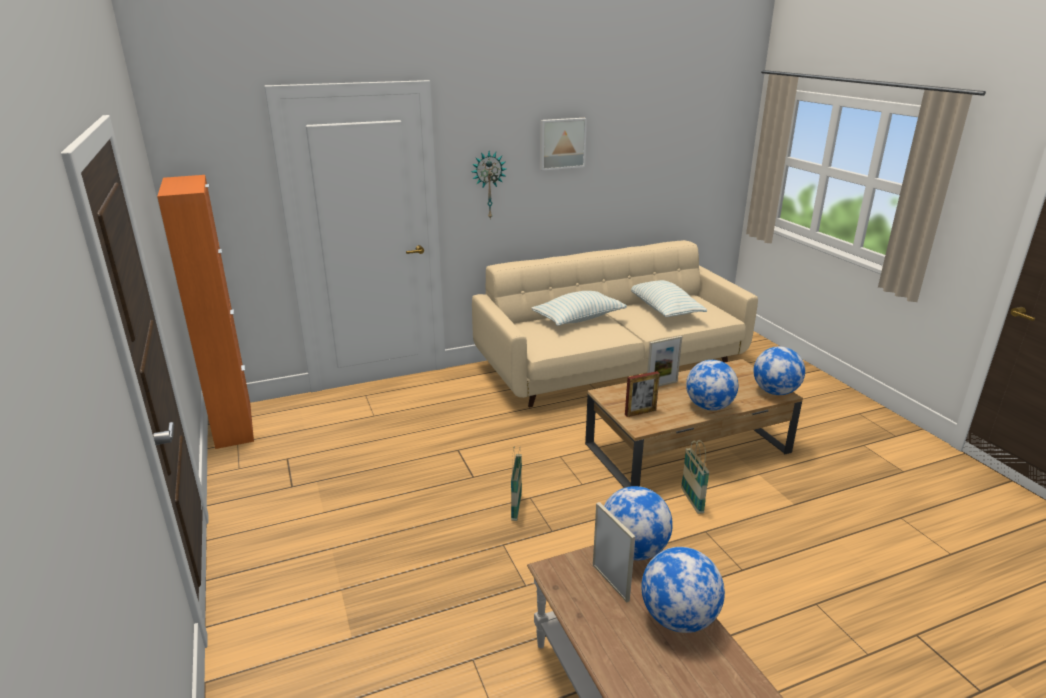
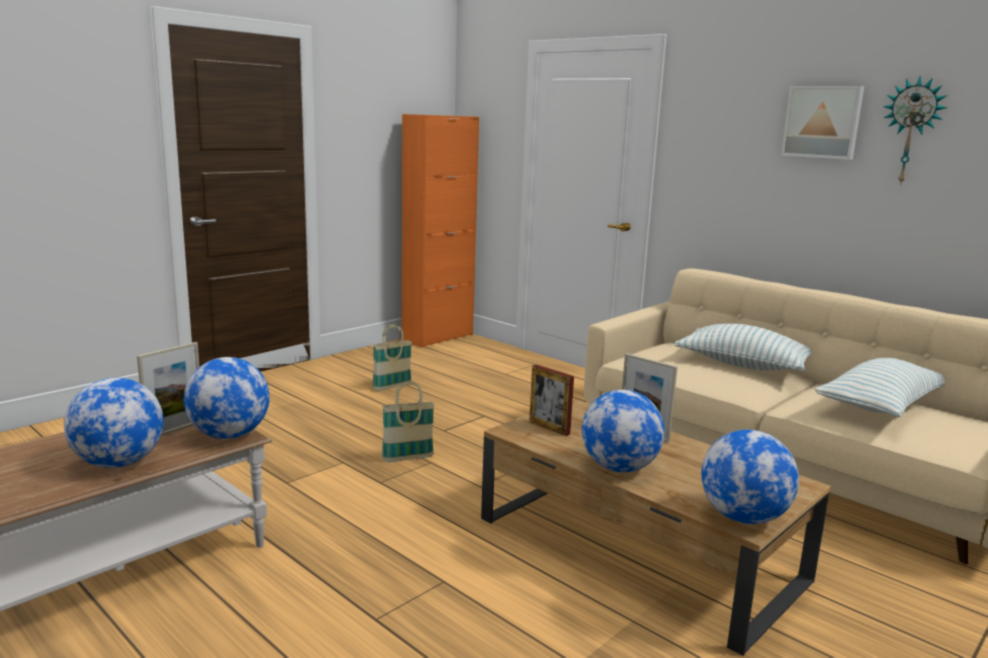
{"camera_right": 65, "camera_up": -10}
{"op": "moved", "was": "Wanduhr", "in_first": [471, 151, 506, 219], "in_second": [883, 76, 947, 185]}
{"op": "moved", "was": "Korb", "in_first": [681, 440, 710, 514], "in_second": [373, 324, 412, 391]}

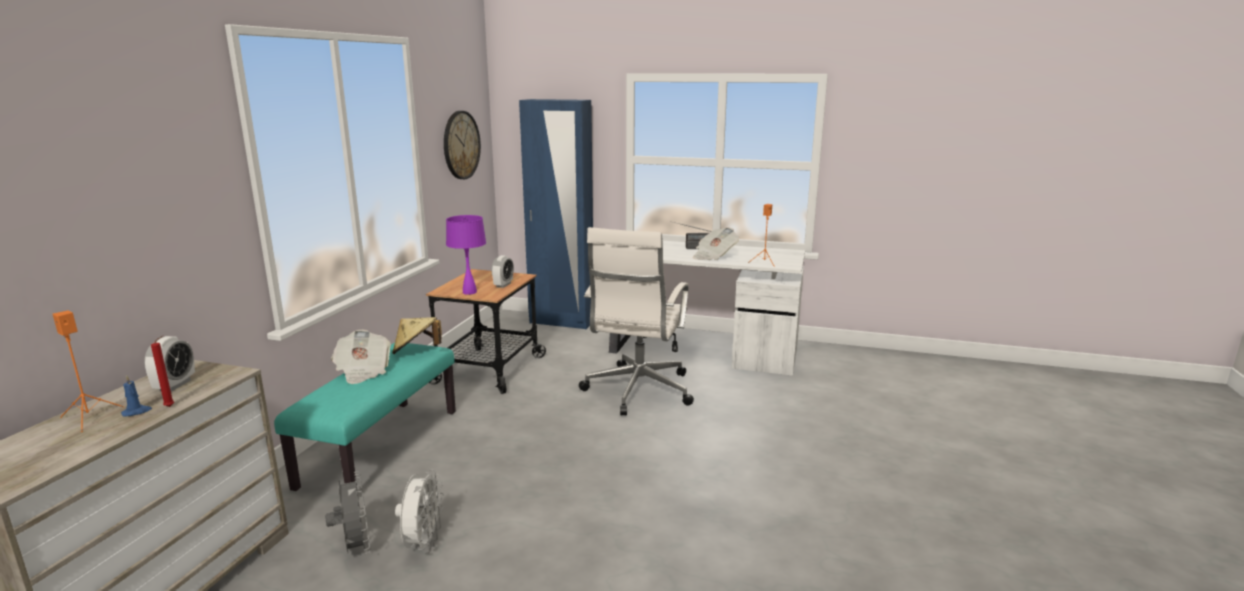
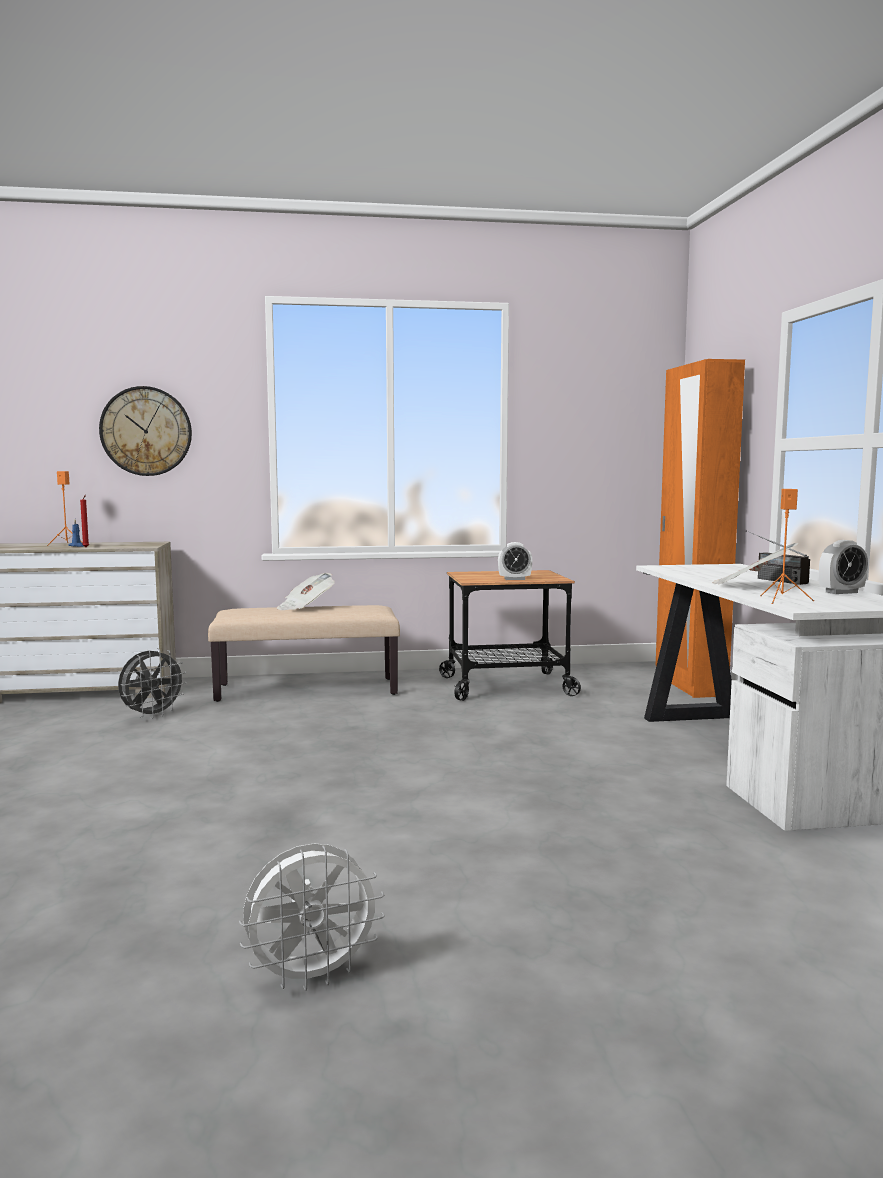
{"camera_right": 65, "camera_up": -10}
{"op": "removed", "was": "Hut/beige", "in_first": [392, 317, 442, 354]}
{"op": "removed", "was": "Tischlampe/lila", "in_first": [446, 215, 486, 295]}
{"op": "removed", "was": "Bürostuhl/weiß", "in_first": [579, 227, 694, 415]}
{"op": "moved", "was": "Wecker", "in_first": [144, 336, 195, 392], "in_second": [819, 540, 868, 594]}
{"op": "moved", "was": "Ventilator/weiß", "in_first": [395, 469, 444, 553], "in_second": [239, 843, 385, 991]}
{"op": "moved", "was": "Wanduhr", "in_first": [444, 111, 481, 179], "in_second": [99, 386, 192, 476]}
{"op": "recoloured", "was": "Bank/türkis", "now": "Bank/beige", "in_first": [274, 343, 456, 491], "in_second": [208, 605, 400, 702]}
{"op": "recoloured", "was": "Kleiderschrank/blau", "now": "Kleiderschrank/orange", "in_first": [519, 99, 593, 329], "in_second": [656, 359, 745, 698]}

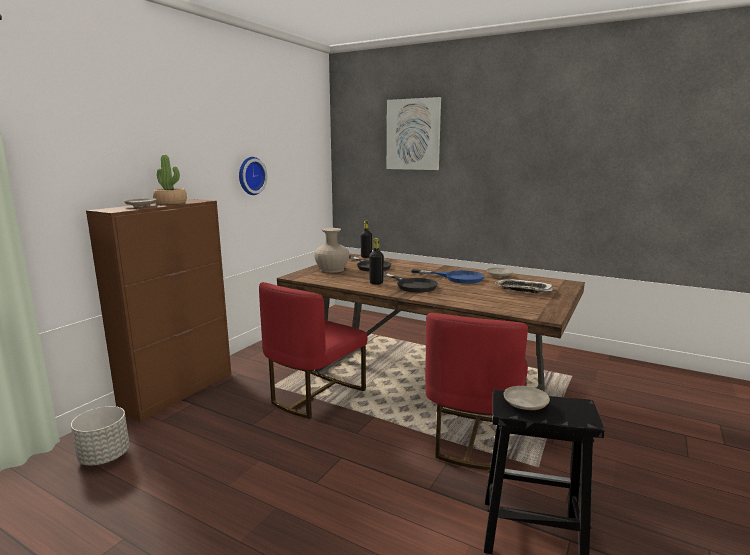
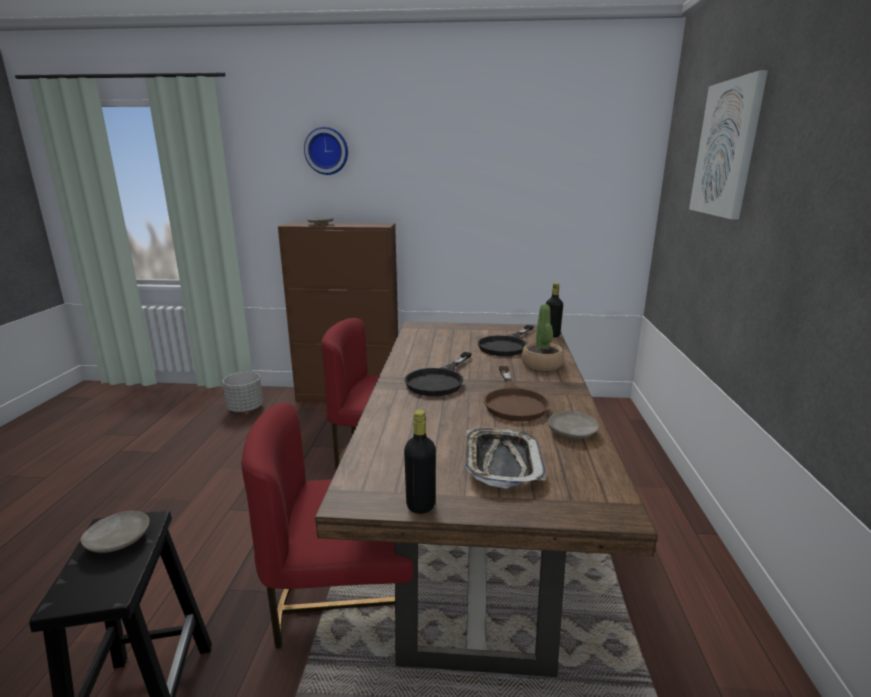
{"camera_right": 65, "camera_up": 5}
{"op": "removed", "was": "Vase/beige", "in_first": [314, 228, 349, 273]}
{"op": "moved", "was": "Topfpflanze", "in_first": [153, 155, 187, 204], "in_second": [522, 304, 564, 371]}
{"op": "moved", "was": "Wanduhr", "in_first": [239, 157, 267, 195], "in_second": [304, 127, 348, 175]}
{"op": "moved", "was": "Flasche/schwarz", "in_first": [369, 238, 384, 285], "in_second": [404, 410, 436, 514]}
{"op": "recoloured", "was": "Pfanne/blau", "now": "Pfanne/braun", "in_first": [411, 269, 484, 284], "in_second": [484, 366, 549, 422]}

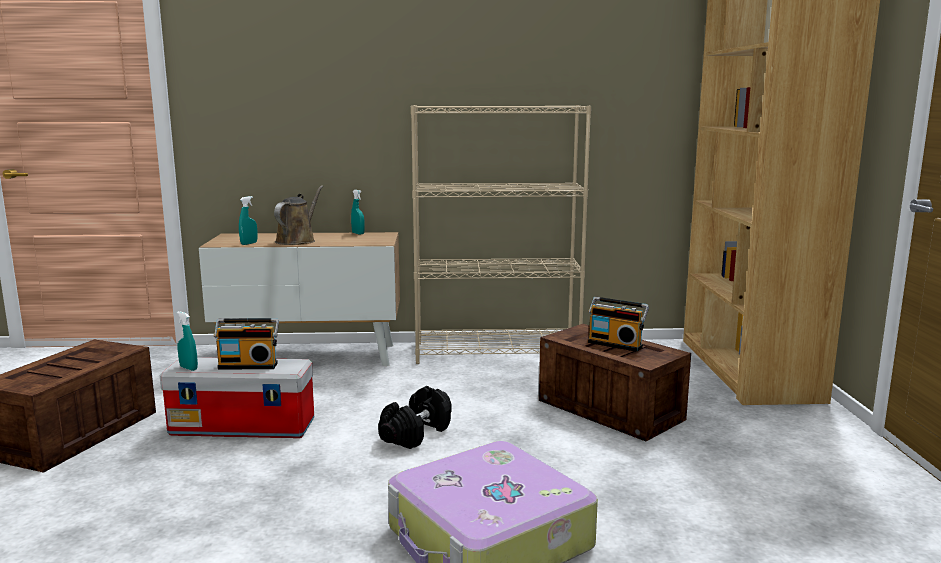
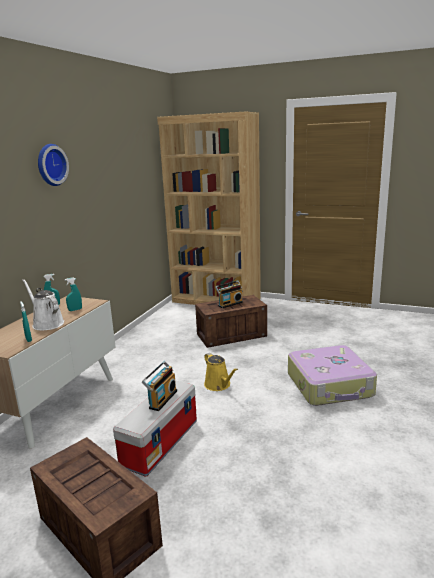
{"camera_right": -65, "camera_up": 5}
{"op": "removed", "was": "Bücherregal/beige", "in_first": [411, 105, 591, 364]}
{"op": "added", "now": "Wanduhr", "in_second": [38, 144, 69, 186]}
{"op": "moved", "was": "Sprühflasche/türkis", "in_first": [177, 311, 198, 371], "in_second": [65, 278, 82, 311]}
{"op": "replaced", "was": "Hantel/schwarz", "now": "Gießkanne/gelb", "in_first": [378, 386, 451, 449], "in_second": [204, 353, 238, 391]}
{"op": "recoloured", "was": "Gießkanne/braun", "now": "Gießkanne/weiß", "in_first": [274, 185, 323, 245], "in_second": [23, 279, 64, 330]}

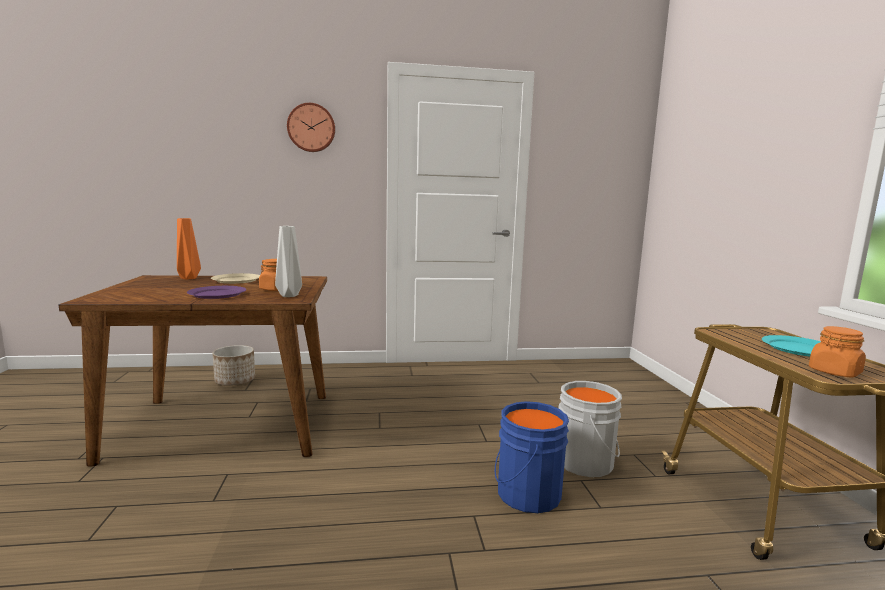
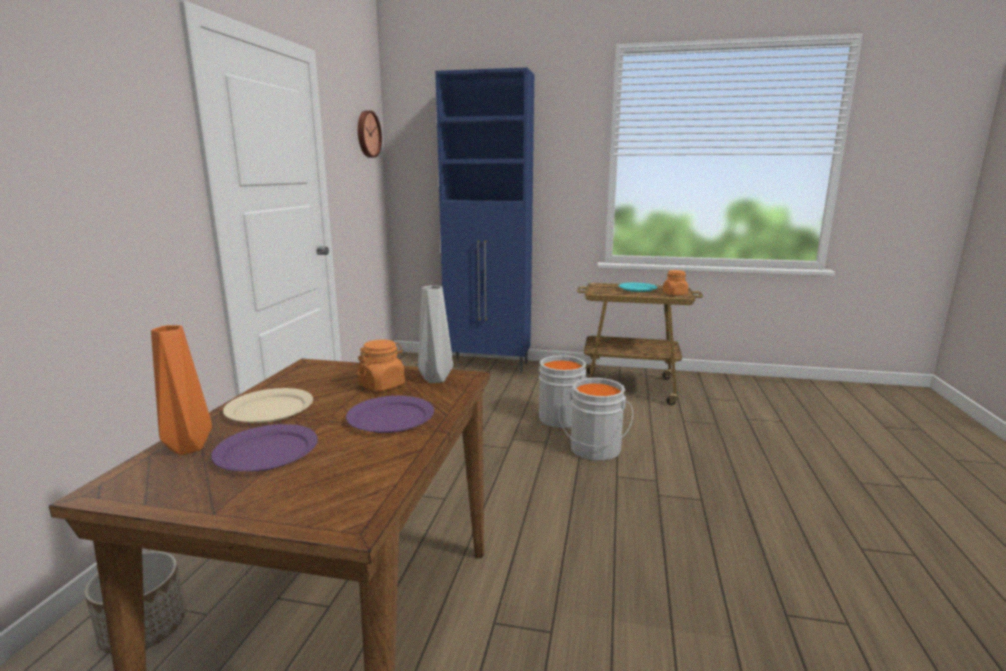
{"camera_right": -70, "camera_up": 5}
{"op": "added", "now": "Teller/lila", "in_second": [211, 424, 318, 472]}
{"op": "added", "now": "Schrank/blau", "in_second": [435, 67, 534, 374]}
{"op": "moved", "was": "Wanduhr", "in_first": [287, 103, 335, 152], "in_second": [358, 110, 382, 158]}
{"op": "recoloured", "was": "Eimer/blau", "now": "Eimer/grau", "in_first": [495, 401, 569, 513], "in_second": [558, 378, 633, 461]}

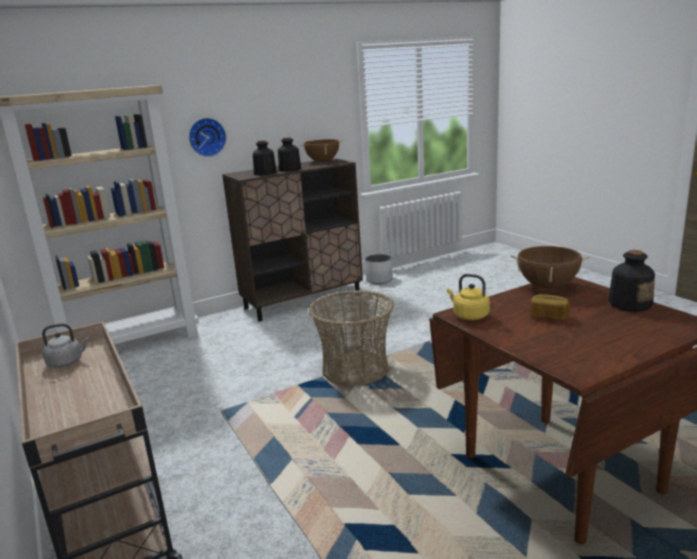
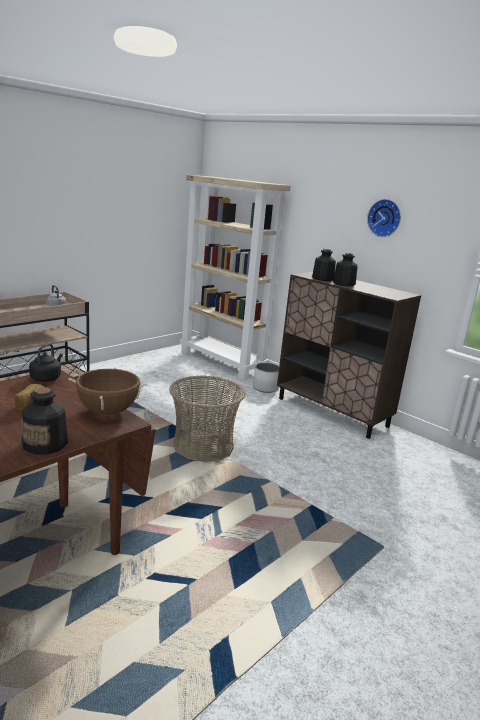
{"camera_right": 70, "camera_up": 0}
{"op": "removed", "was": "Kochtopf/braun", "in_first": [300, 139, 343, 162]}
{"op": "moved", "was": "Wanduhr", "in_first": [189, 118, 227, 157], "in_second": [367, 199, 401, 237]}
{"op": "moved", "was": "Pflanzkübel/weiß", "in_first": [365, 254, 393, 284], "in_second": [253, 363, 279, 393]}
{"op": "recoloured", "was": "Wasserkessel/gelb", "now": "Wasserkessel/schwarz", "in_first": [447, 274, 490, 320], "in_second": [29, 343, 63, 382]}

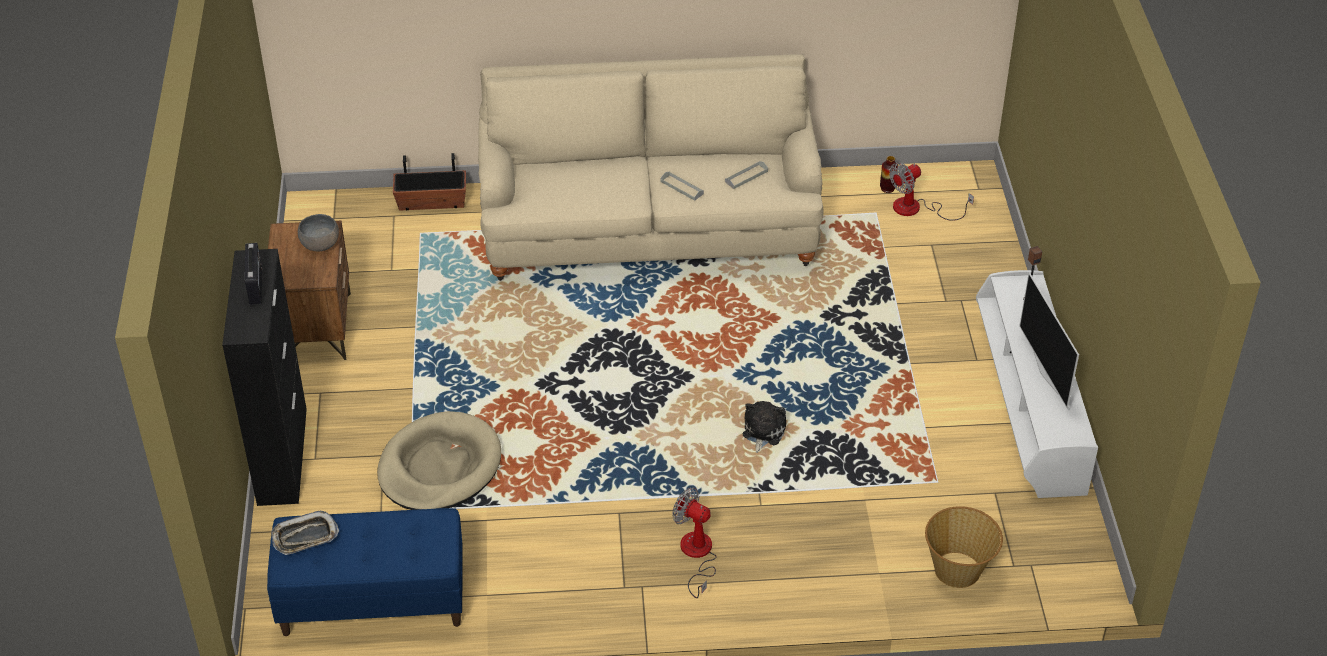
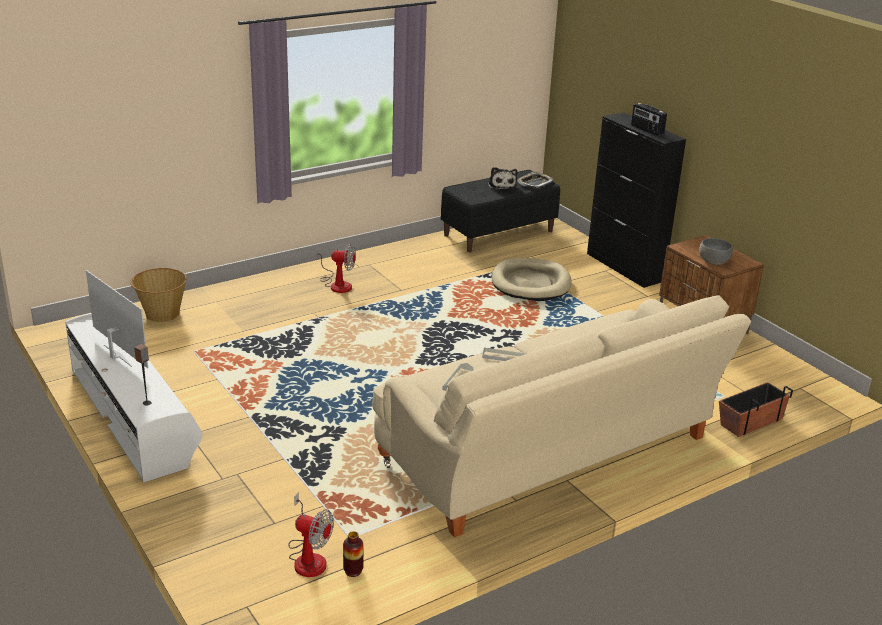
{"camera_right": 150, "camera_up": -15}
{"op": "moved", "was": "Plüschtier", "in_first": [743, 401, 786, 453], "in_second": [488, 167, 517, 190]}
{"op": "recoloured", "was": "Bank/blau", "now": "Bank/schwarz", "in_first": [267, 508, 463, 636], "in_second": [441, 170, 560, 252]}
{"op": "turned", "was": "Ventilator", "in_first": [889, 162, 974, 221], "in_second": [288, 492, 334, 577], "clockwise": 90}

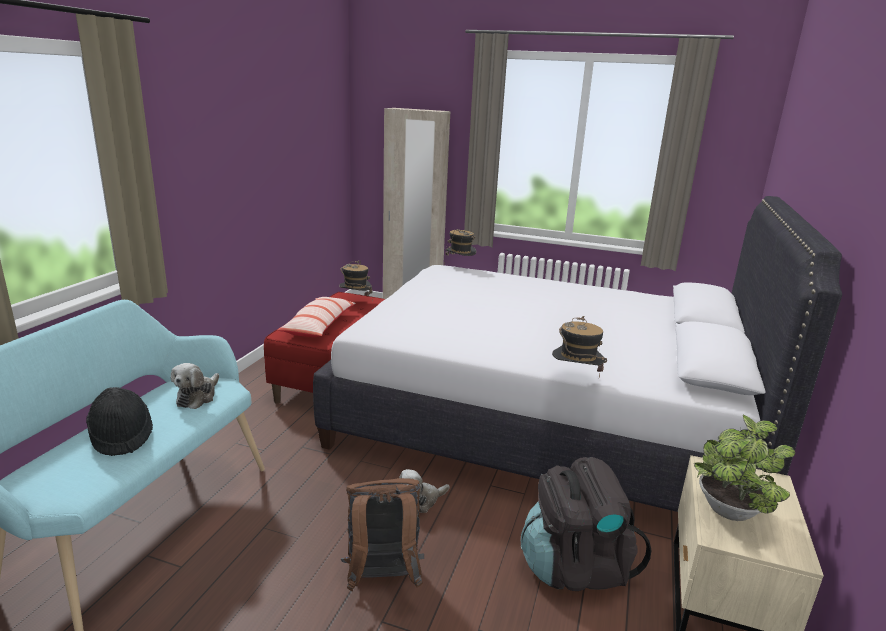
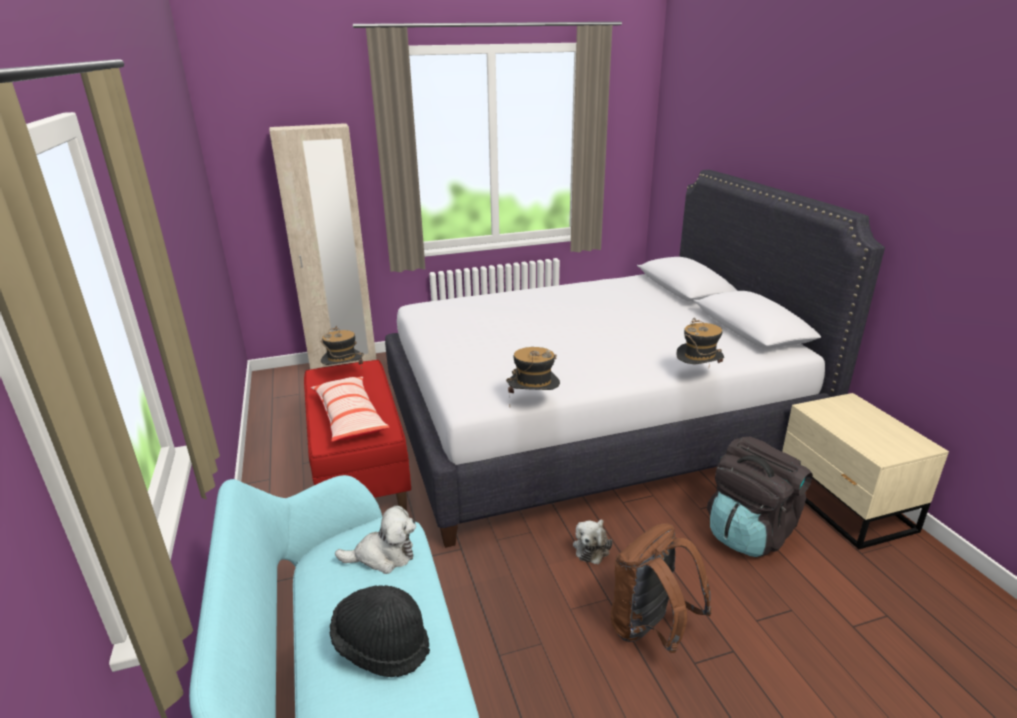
{"camera_right": -35, "camera_up": 5}
{"op": "removed", "was": "Topfpflanze", "in_first": [694, 414, 795, 521]}
{"op": "moved", "was": "Hut", "in_first": [444, 229, 476, 264], "in_second": [506, 347, 560, 406]}
{"op": "turned", "was": "Plüschtier", "in_first": [171, 363, 219, 409], "in_second": [335, 506, 416, 574], "clockwise": -75}

